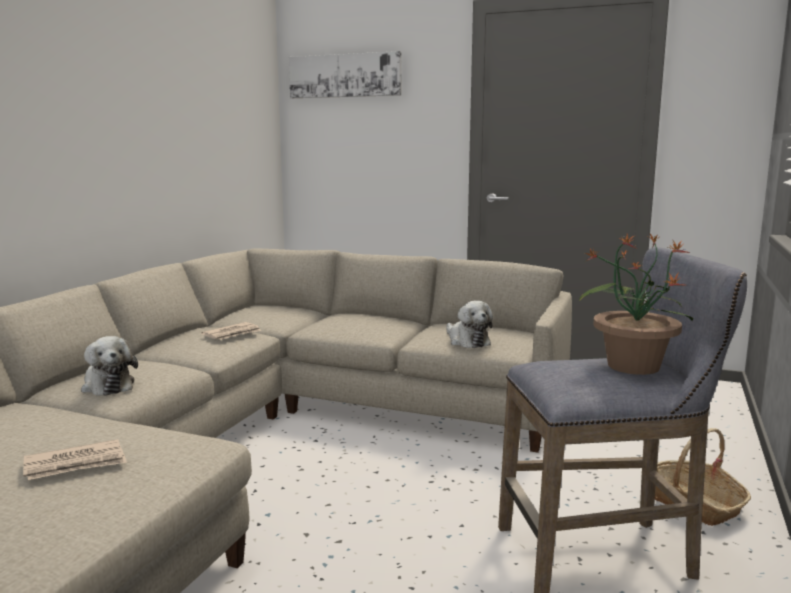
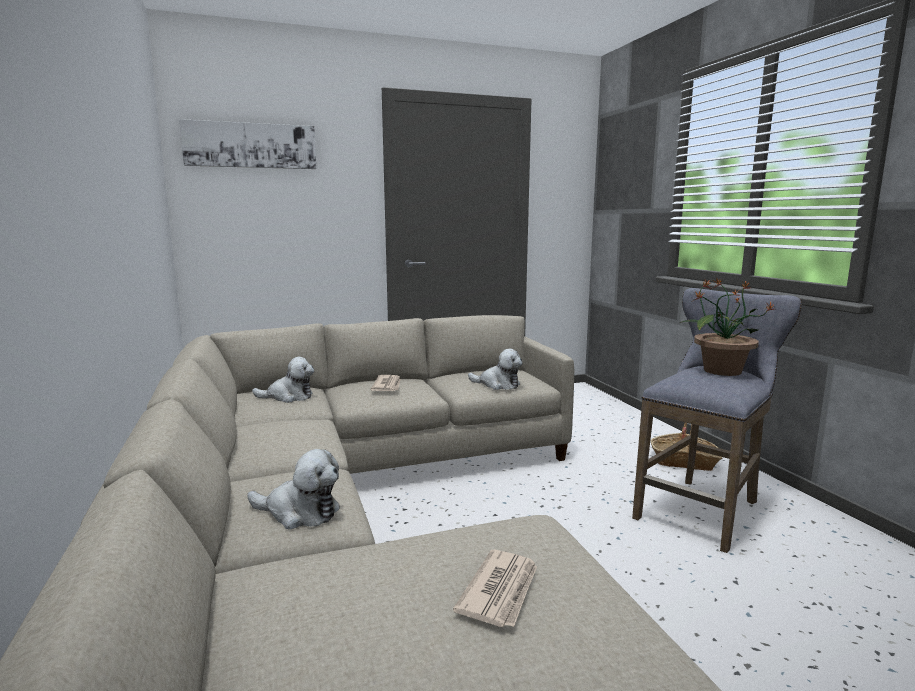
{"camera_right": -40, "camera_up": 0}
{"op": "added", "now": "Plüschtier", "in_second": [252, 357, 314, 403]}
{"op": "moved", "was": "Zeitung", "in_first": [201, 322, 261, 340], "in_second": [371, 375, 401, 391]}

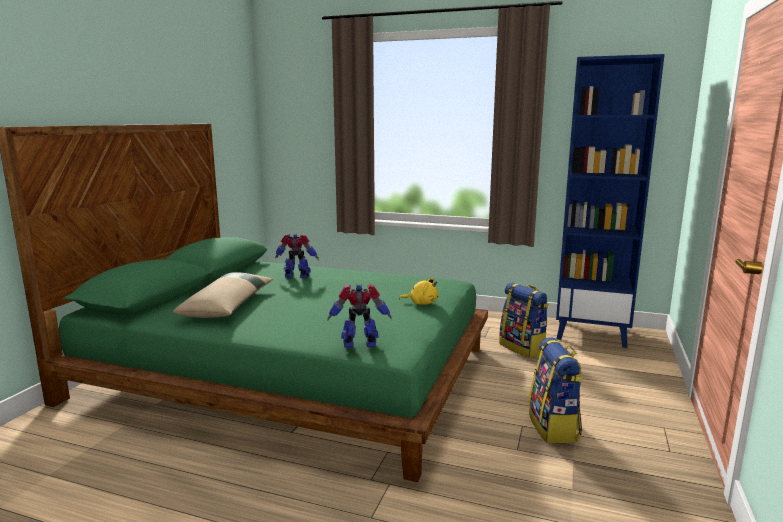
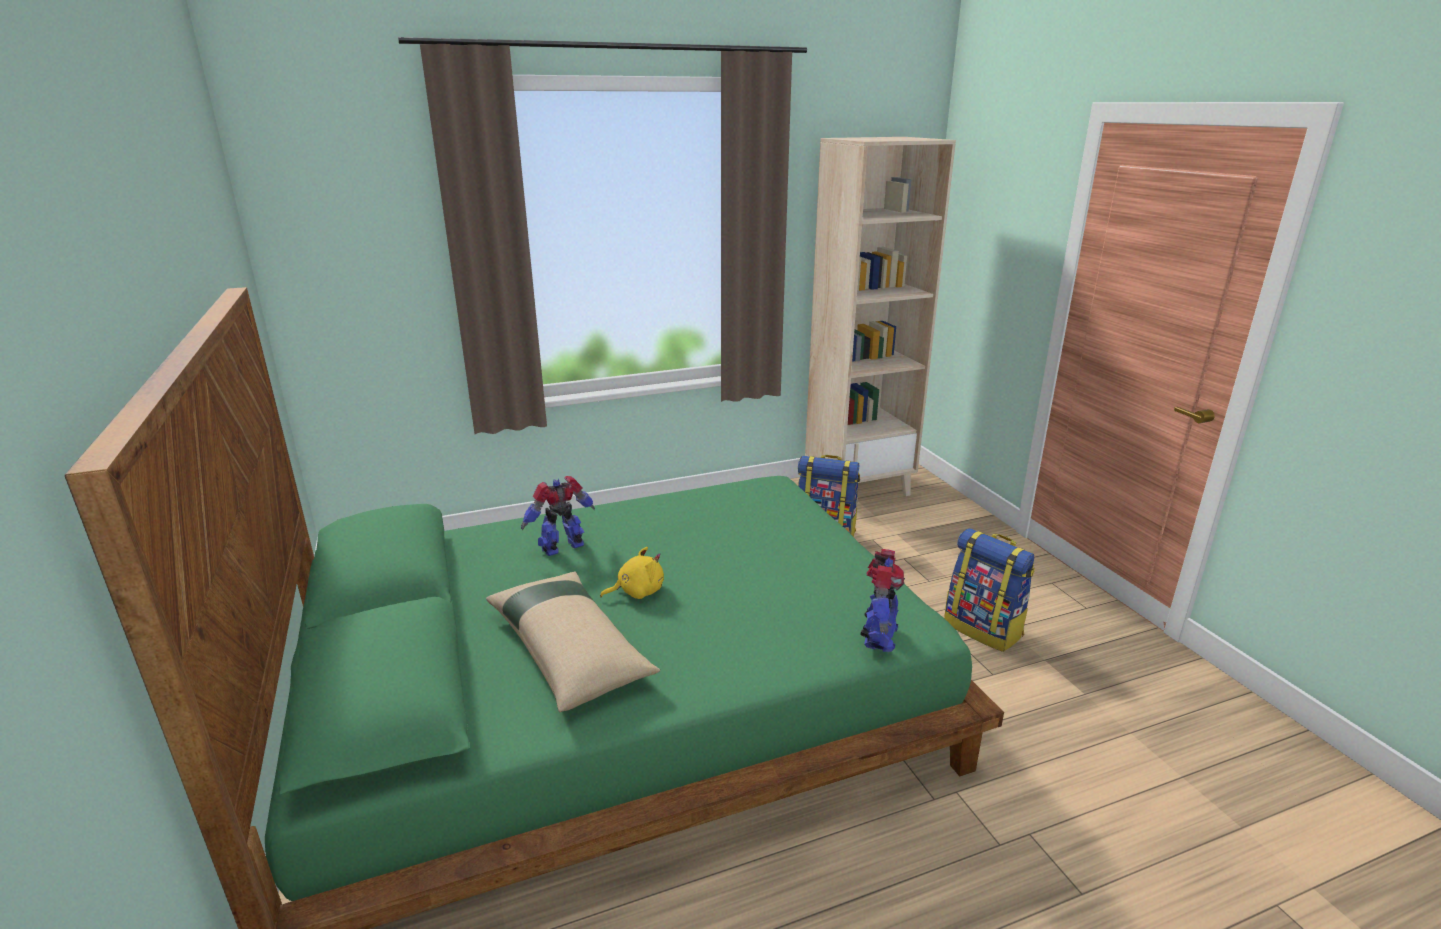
{"camera_right": -40, "camera_up": 10}
{"op": "moved", "was": "Plüschtier/gelb", "in_first": [399, 278, 438, 305], "in_second": [600, 547, 664, 599]}
{"op": "recoloured", "was": "Bücherregal/blau", "now": "Bücherregal/beige", "in_first": [556, 54, 665, 348], "in_second": [805, 137, 956, 496]}
{"op": "turned", "was": "Spielzeugroboter", "in_first": [327, 284, 392, 348], "in_second": [860, 549, 905, 652], "clockwise": 150}

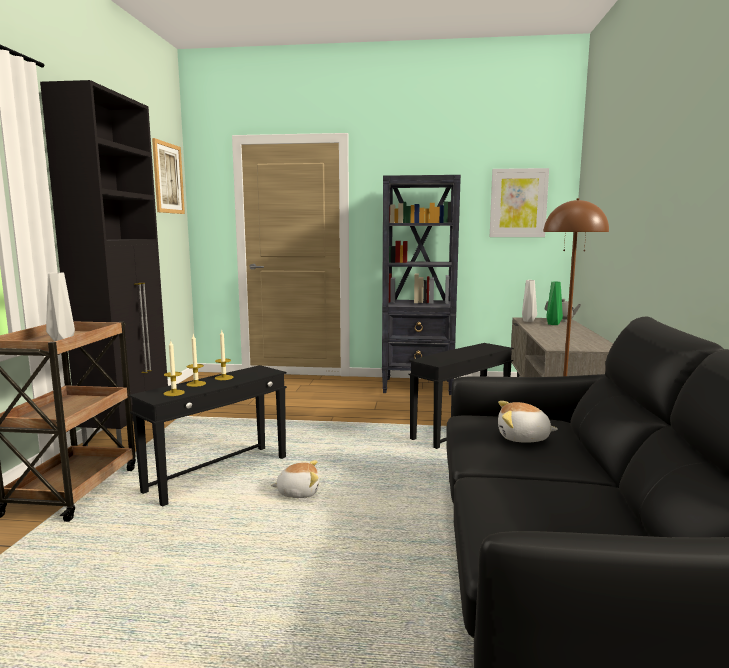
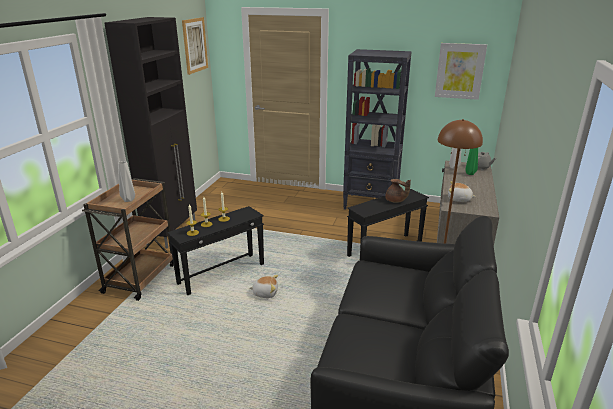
{"camera_right": 10, "camera_up": 15}
{"op": "added", "now": "Teekanne/braun", "in_second": [385, 179, 411, 203]}
{"op": "moved", "was": "Plüschtier", "in_first": [498, 401, 558, 443], "in_second": [448, 181, 476, 202]}

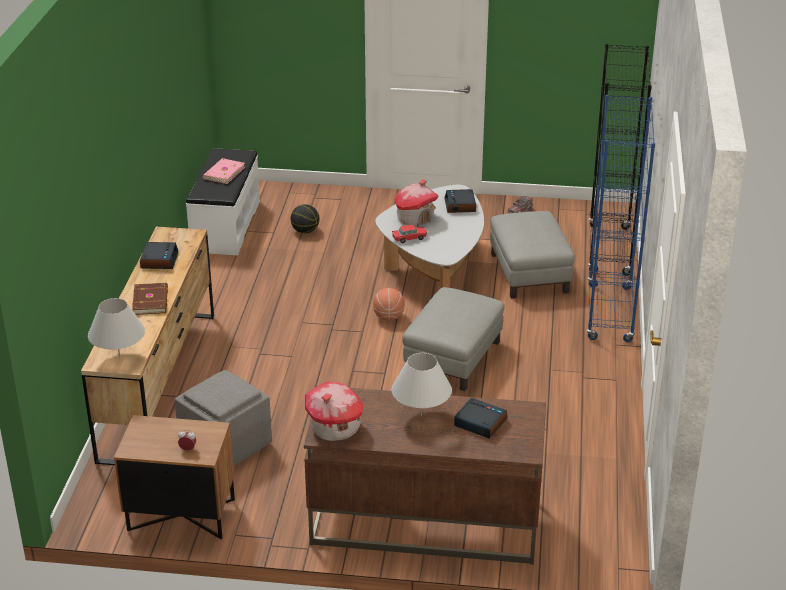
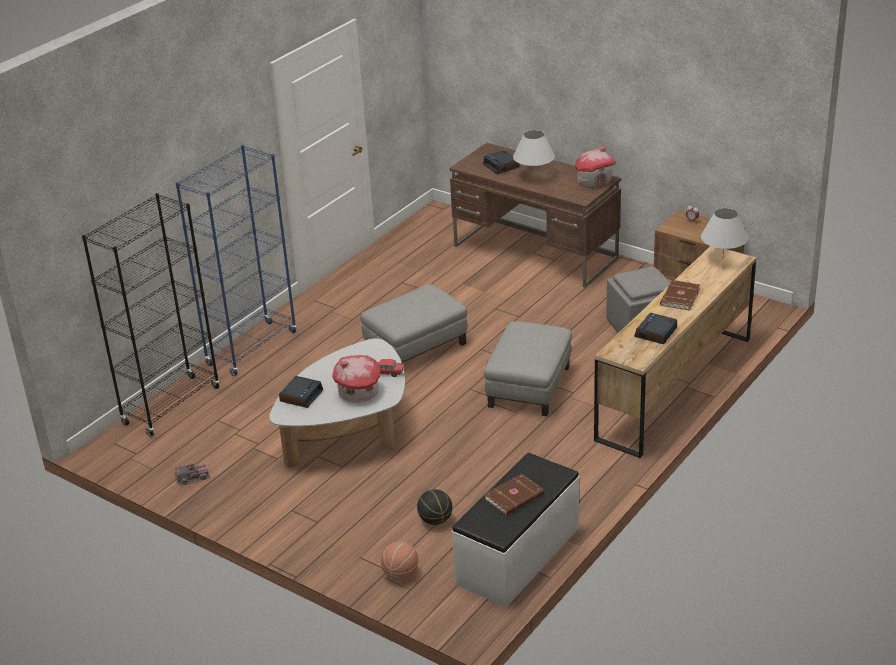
{"camera_right": -150, "camera_up": 0}
{"op": "moved", "was": "Basketball", "in_first": [373, 288, 405, 320], "in_second": [381, 541, 419, 580]}
{"op": "moved", "was": "Polsterhocker/grau", "in_first": [490, 211, 575, 299], "in_second": [484, 321, 572, 416]}
{"op": "recoloured", "was": "Buch/rosa", "now": "Buch/braun", "in_first": [203, 158, 245, 184], "in_second": [484, 474, 544, 515]}

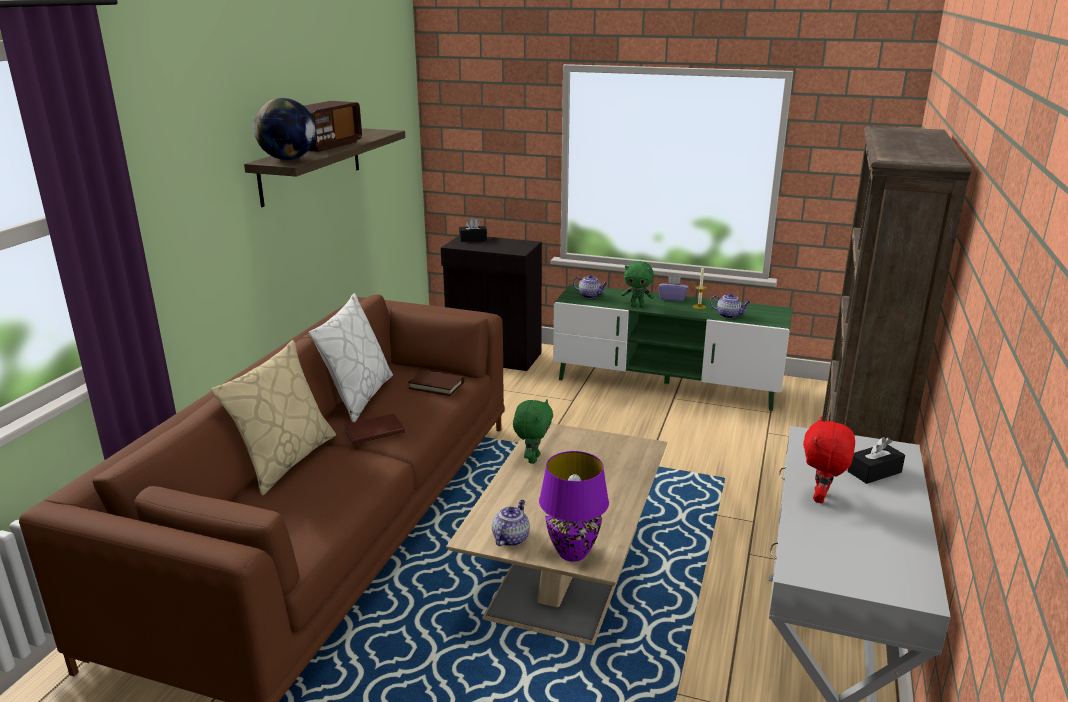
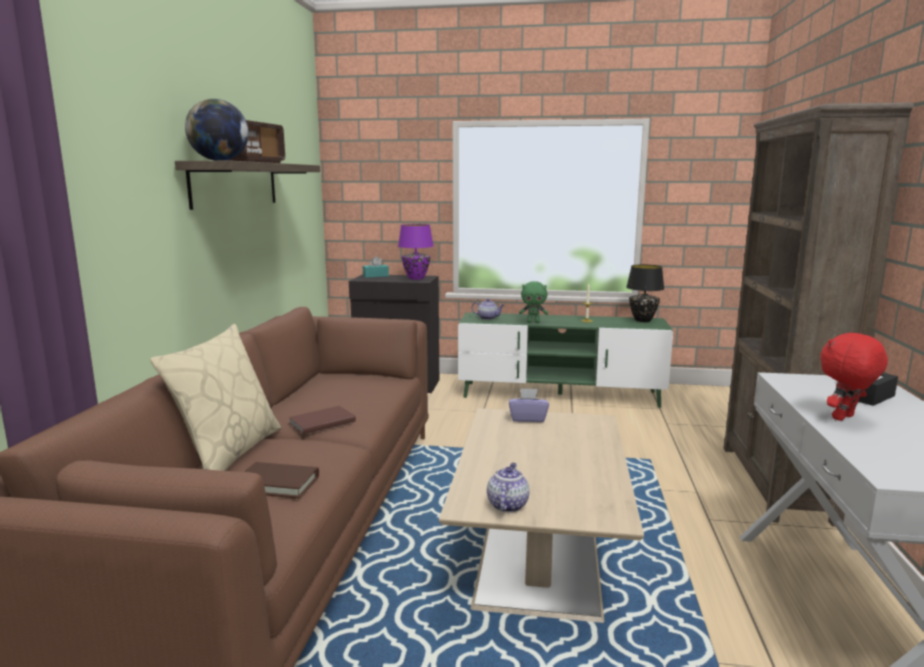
{"camera_right": -10, "camera_up": -10}
{"op": "removed", "was": "Kissen/weiß", "in_first": [309, 293, 393, 422]}
{"op": "removed", "was": "Plüschtier/grün", "in_first": [513, 399, 553, 464]}
{"op": "removed", "was": "Teekanne", "in_first": [710, 293, 750, 318]}
{"op": "added", "now": "Tischlampe/schwarz", "in_second": [626, 265, 664, 322]}
{"op": "moved", "was": "Buch/braun", "in_first": [408, 370, 464, 396], "in_second": [244, 462, 319, 499]}
{"op": "moved", "was": "Tischlampe/lila", "in_first": [539, 451, 609, 562], "in_second": [398, 224, 433, 280]}
{"op": "moved", "was": "Taschentuchbox/lila", "in_first": [658, 276, 688, 301], "in_second": [509, 388, 549, 422]}
{"op": "recoloured", "was": "Taschentuchbox/schwarz", "now": "Taschentuchbox/türkis", "in_first": [459, 218, 487, 242], "in_second": [363, 256, 389, 278]}
{"op": "turned", "was": "Plüschtier/rot", "in_first": [803, 416, 855, 503], "in_second": [820, 333, 888, 421], "clockwise": 45}

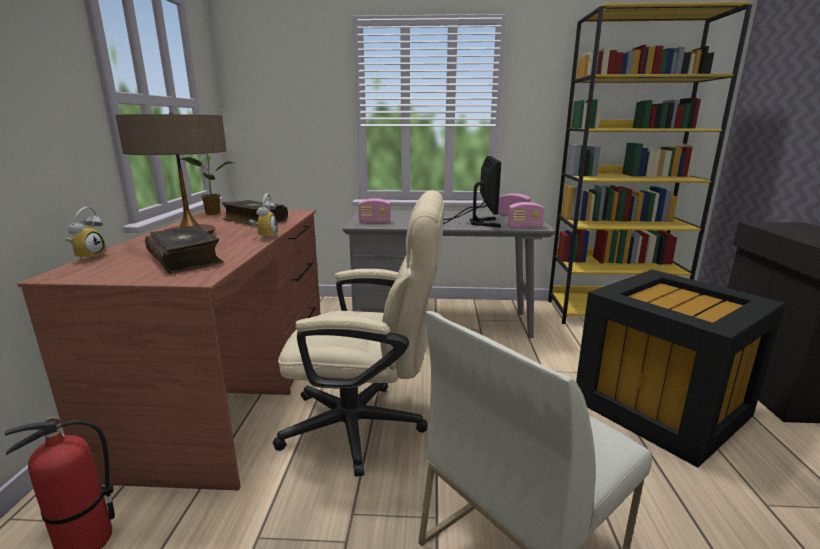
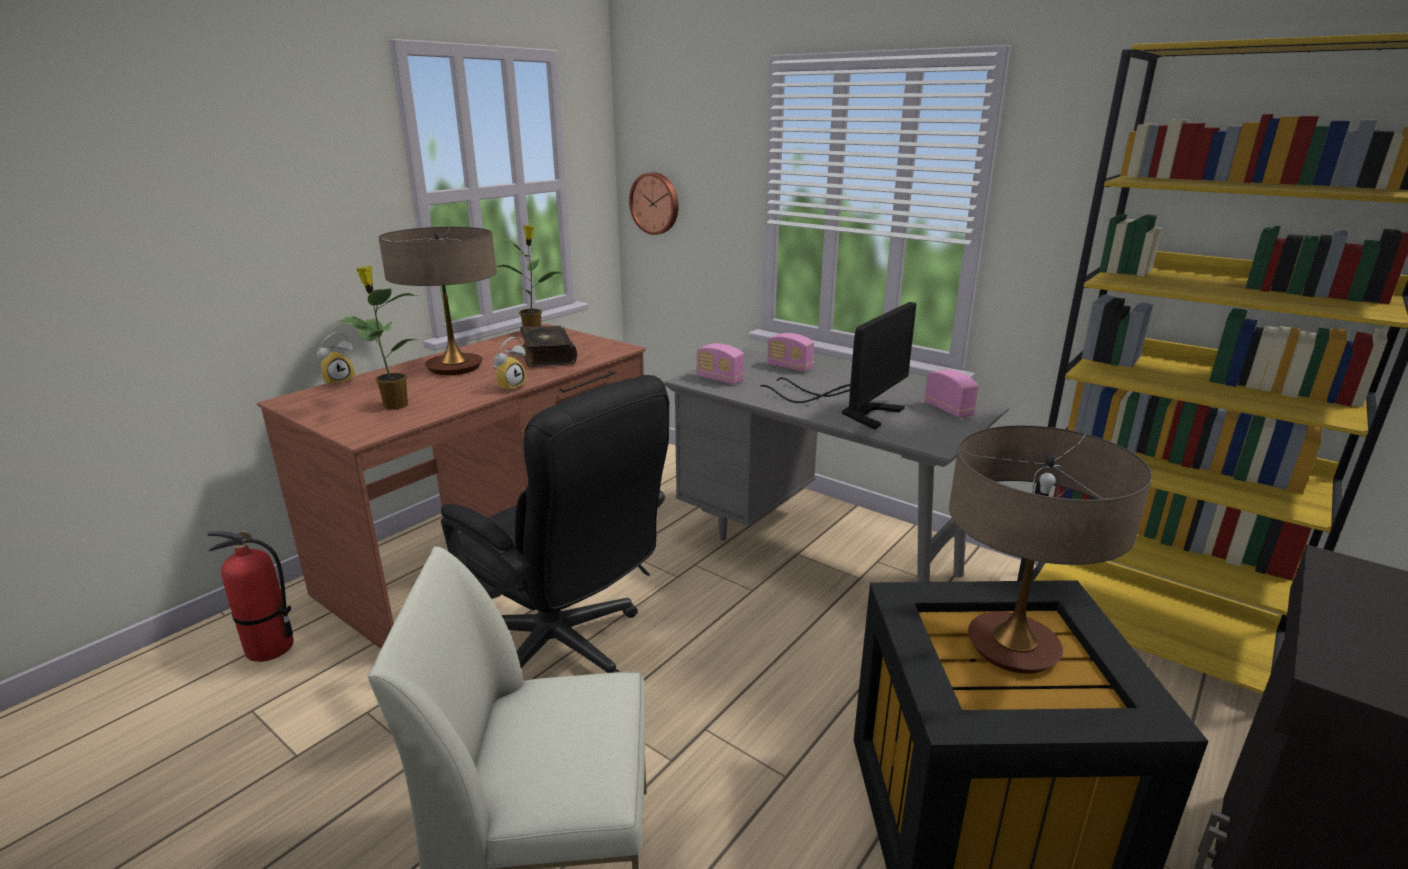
{"camera_right": 35, "camera_up": 5}
{"op": "added", "now": "Wanduhr", "in_second": [629, 172, 679, 235]}
{"op": "added", "now": "Tischlampe", "in_second": [949, 425, 1152, 674]}
{"op": "moved", "was": "Radio", "in_first": [508, 202, 544, 228], "in_second": [767, 333, 814, 372]}
{"op": "replaced", "was": "Buch", "now": "Topfpflanze", "in_first": [145, 225, 224, 274], "in_second": [338, 266, 419, 410]}
{"op": "recoloured", "was": "Bürostuhl/beige", "now": "Bürostuhl/schwarz", "in_first": [273, 190, 444, 477], "in_second": [441, 375, 669, 673]}

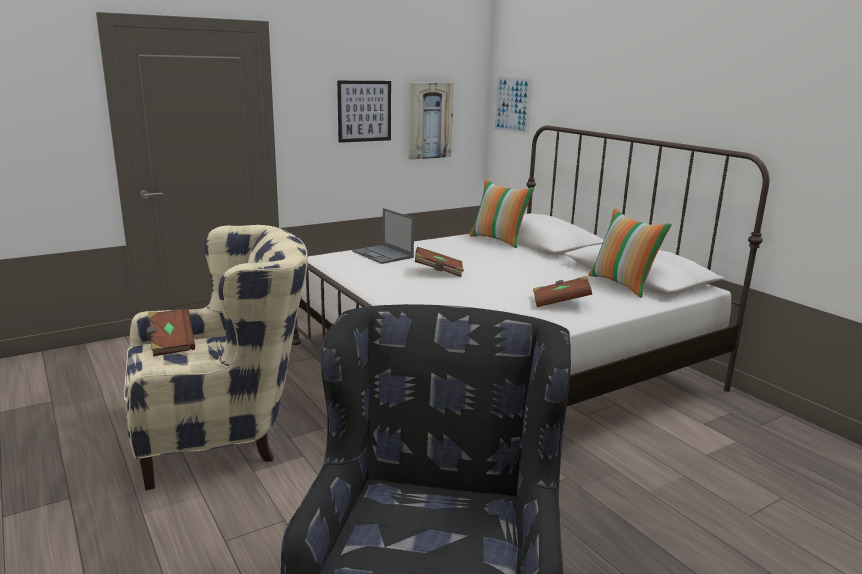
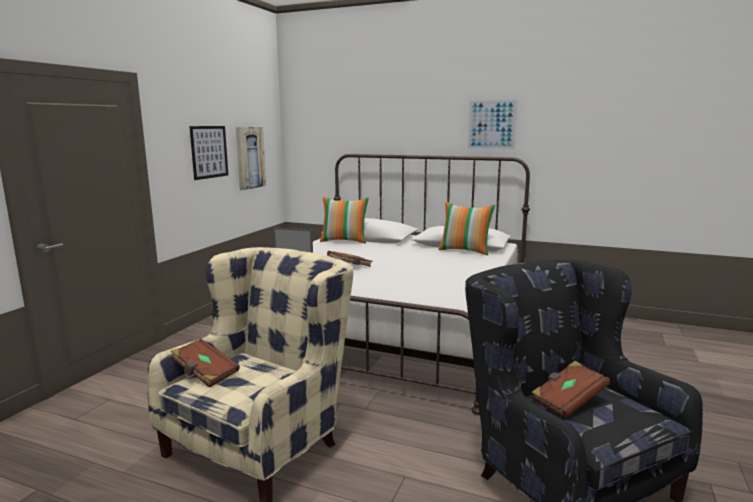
{"camera_right": -35, "camera_up": -5}
{"op": "moved", "was": "Bild", "in_first": [494, 76, 532, 136], "in_second": [467, 99, 518, 150]}
{"op": "moved", "was": "Buch/braun", "in_first": [533, 276, 592, 307], "in_second": [531, 361, 610, 418]}

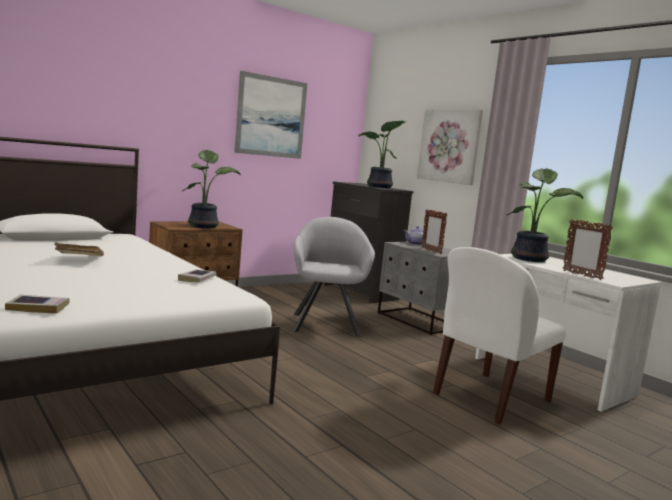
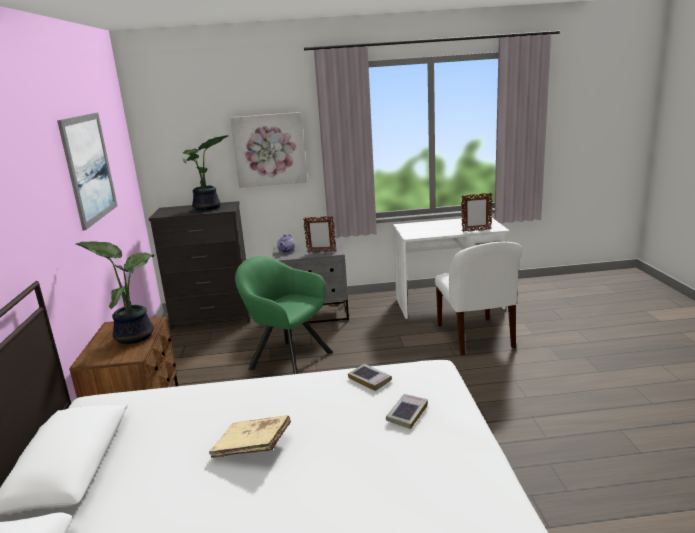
{"camera_right": -55, "camera_up": 10}
{"op": "removed", "was": "Topfpflanze", "in_first": [507, 168, 583, 262]}
{"op": "moved", "was": "Buch", "in_first": [5, 295, 69, 314], "in_second": [386, 394, 428, 429]}
{"op": "recoloured", "was": "Sessel/grau", "now": "Sessel/grün", "in_first": [293, 217, 375, 337], "in_second": [235, 256, 333, 374]}

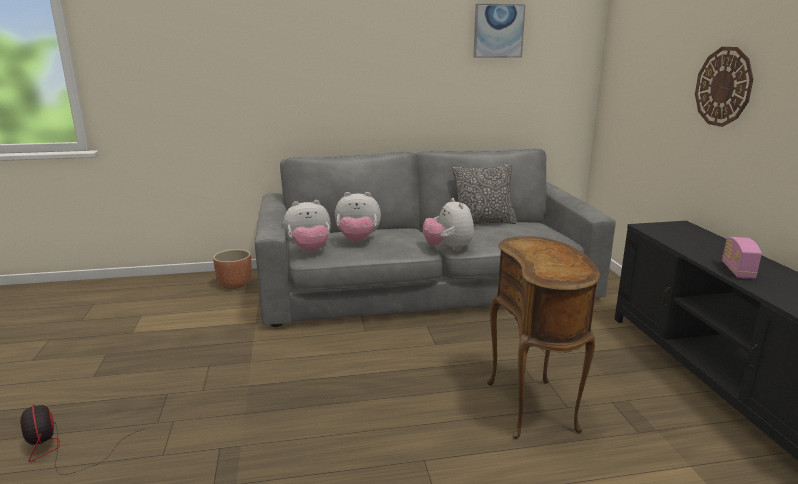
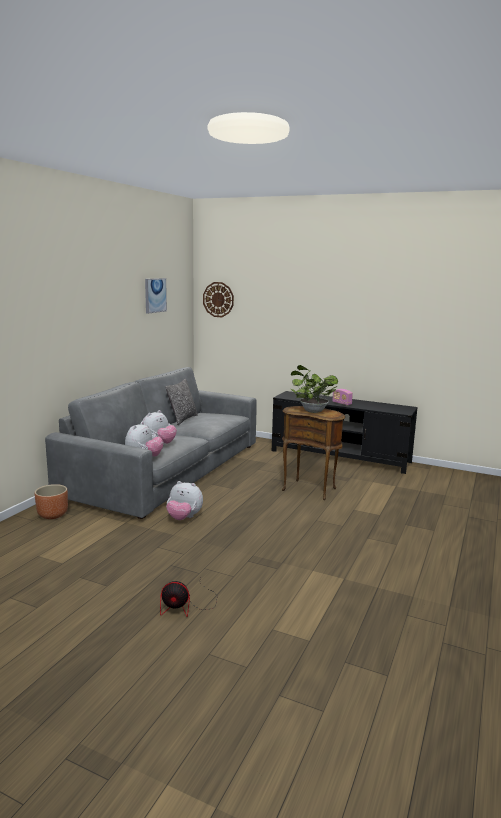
{"camera_right": -55, "camera_up": -5}
{"op": "added", "now": "Topfpflanze", "in_second": [291, 365, 338, 413]}
{"op": "moved", "was": "Plüschtier", "in_first": [423, 198, 474, 251], "in_second": [166, 481, 203, 520]}
{"op": "moved", "was": "Wanduhr", "in_first": [695, 47, 753, 127], "in_second": [203, 282, 234, 317]}

